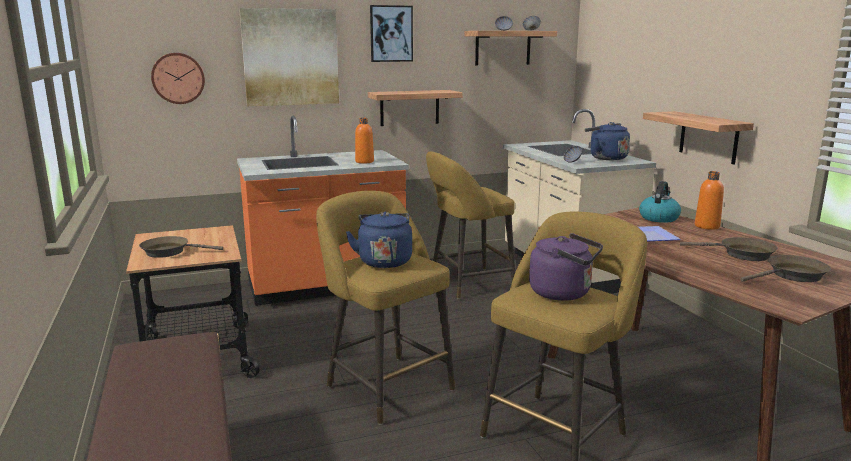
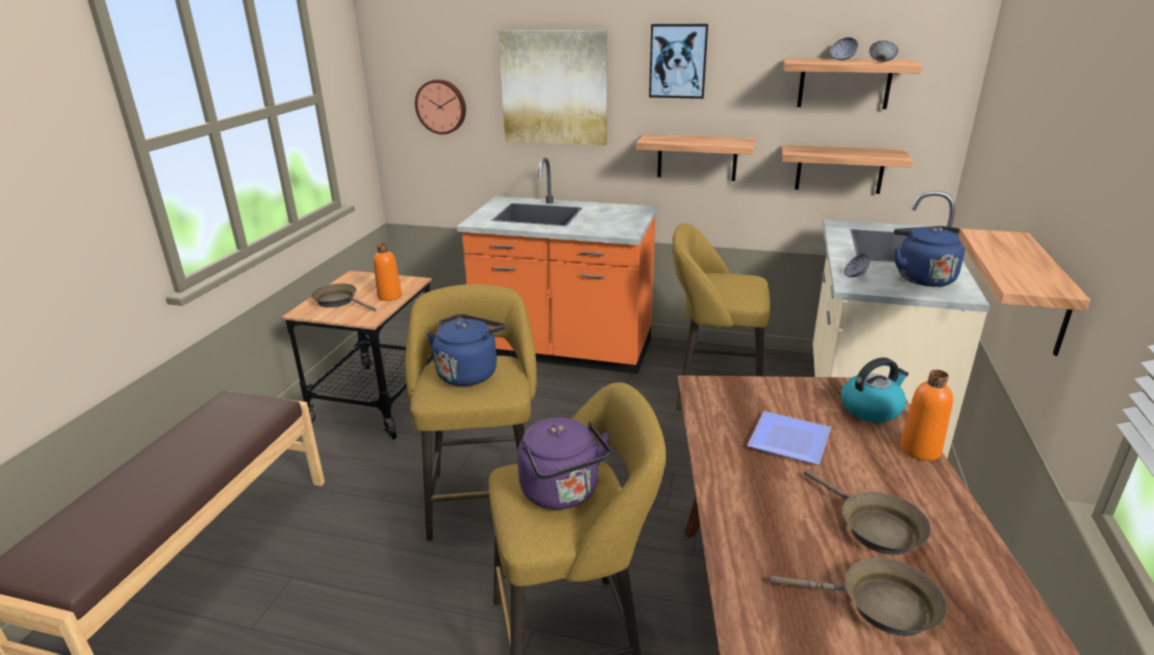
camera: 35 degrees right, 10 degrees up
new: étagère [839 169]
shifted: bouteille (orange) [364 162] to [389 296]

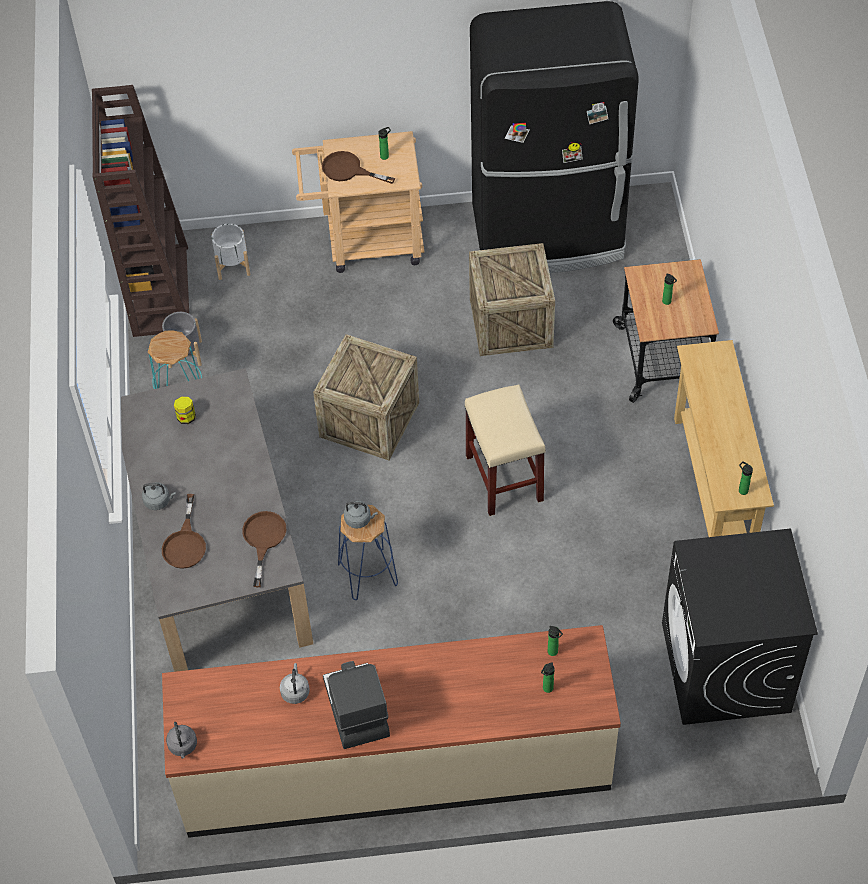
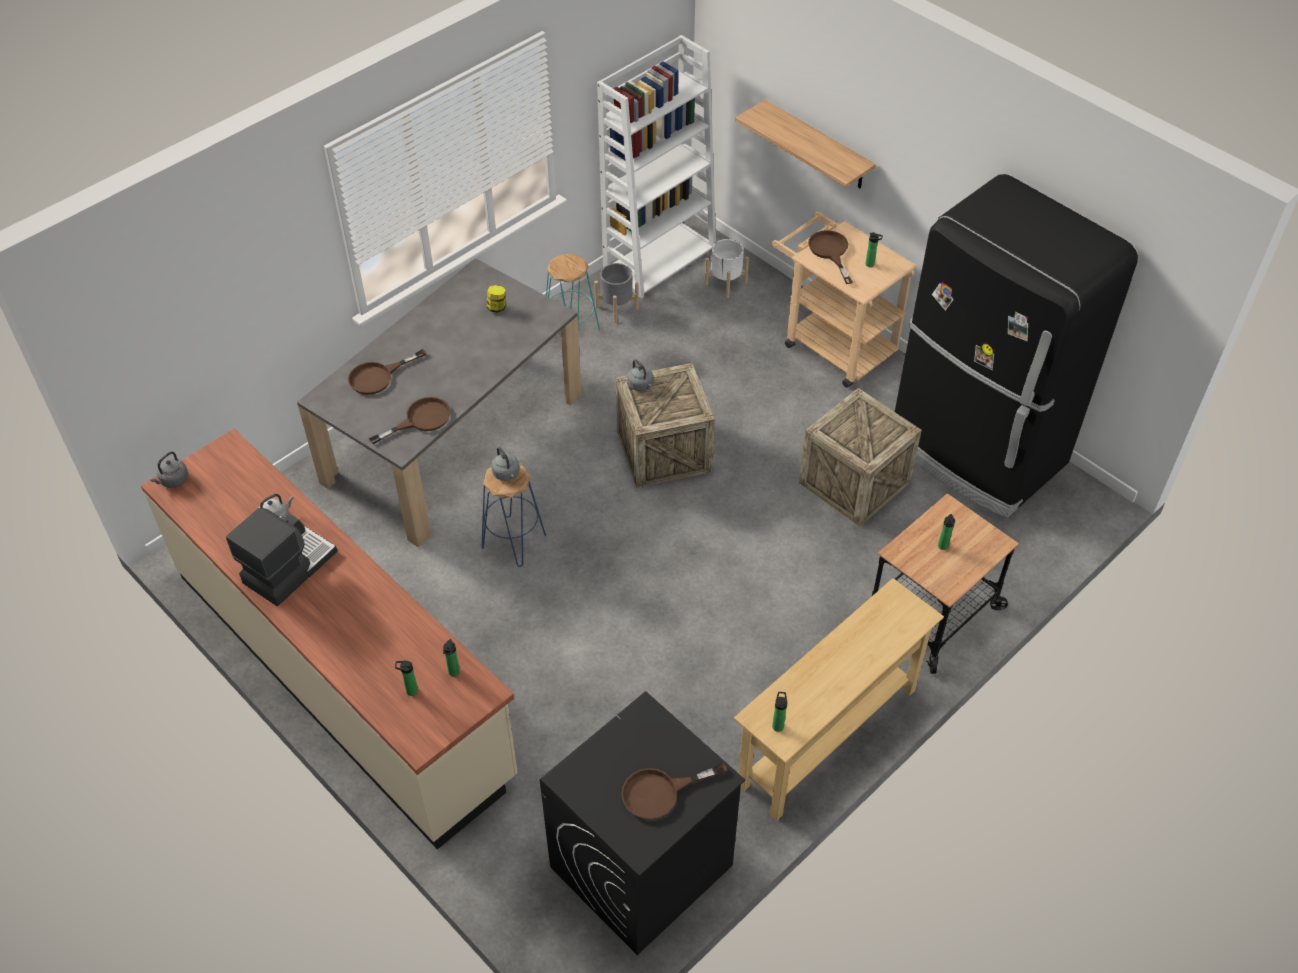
camera: 50 degrees right, 5 degrees down
gone: tabouret (beige) [505 479]
new: étagère [817 146]; poêle (marron) [660 792]
shifted: bouilloire (gris) [159 501] to [641 385]
repainted: bibliothèque (marron) [159 290] to bibliothèque (blanc) [660 259]

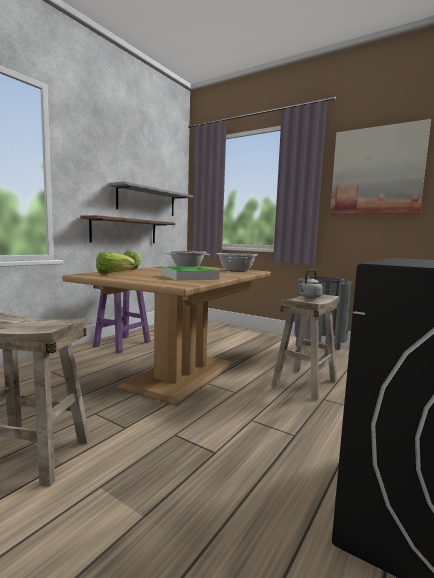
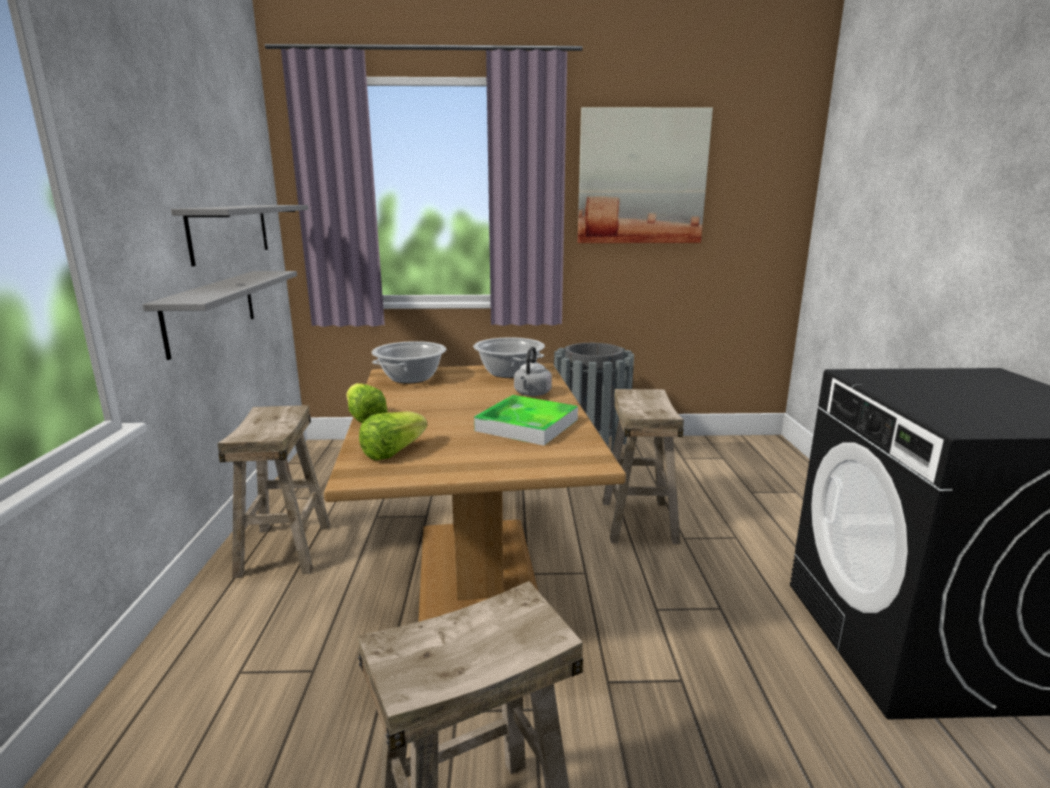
camera: 35 degrees left, 10 degrees up
shifted: bouilloire (gris) [309 297] to [532 394]
repainted: étagère (marron) [125 231] to étagère (gris) [211 310]; tabouret (violet) [122 344] to tabouret (beige) [284 548]

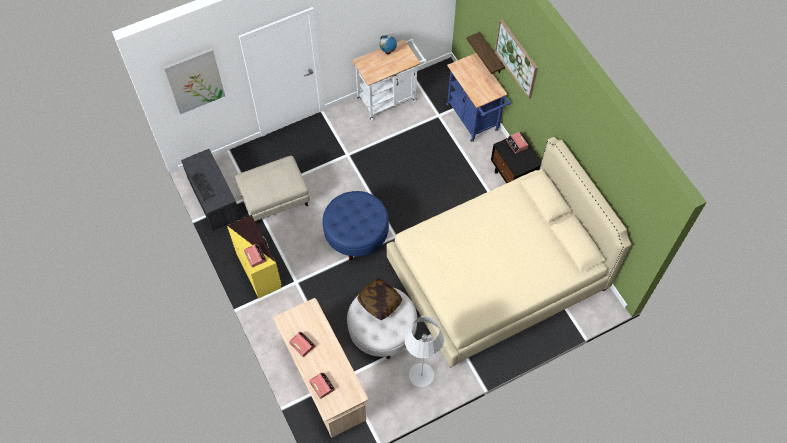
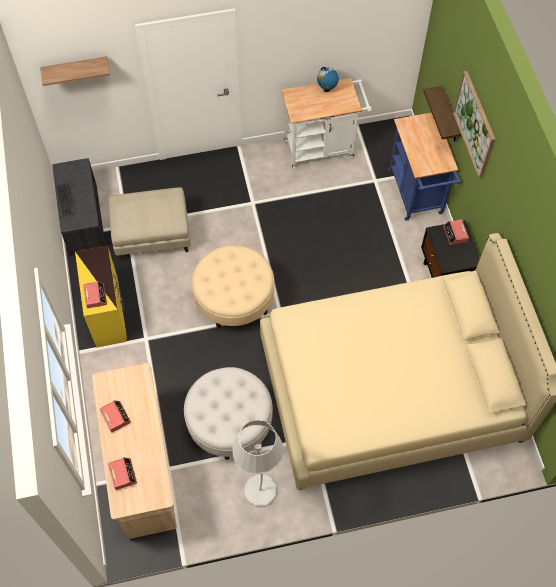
camera: 15 degrees right, 0 degrees up
gone: coussin [379 302]
swapped: tableau [195 80] to étagère [76 69]
repainted: pouf (bleu) [356 234] to pouf (beige) [234 299]

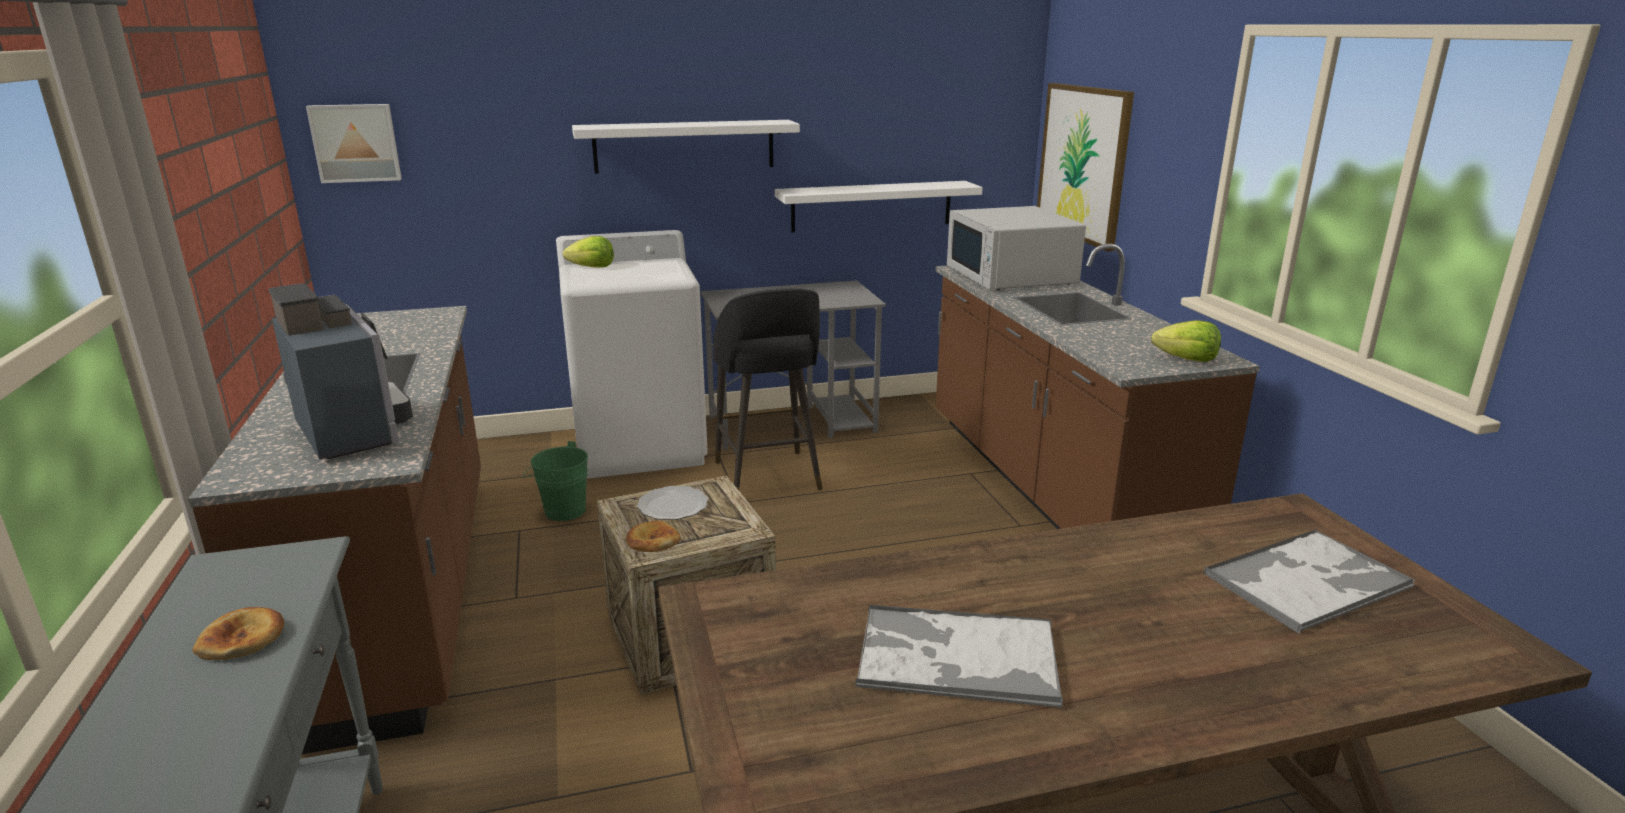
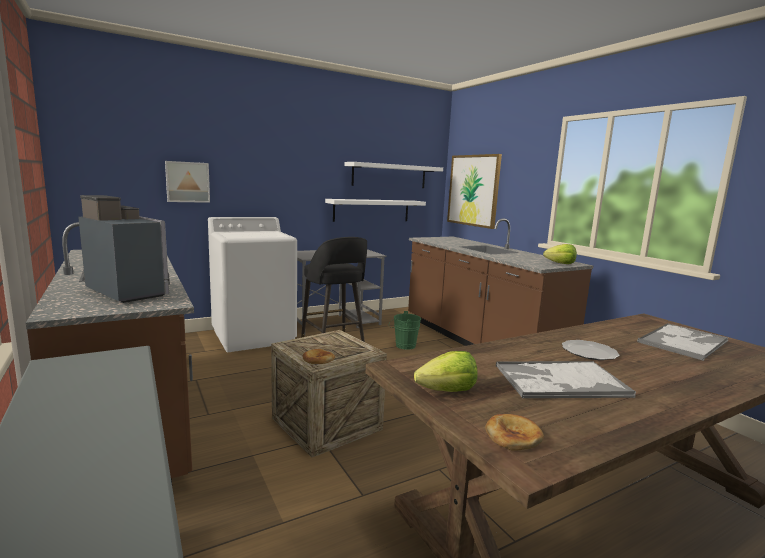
camera: 15 degrees left, 10 degrees down
gone: micro-ondes (blanc) [1010 276]
shifted: tableau [355 143] to [187 182]; étagère (blanc) [684 146] to [389 176]; laitue [592 267] to [447 391]; seau (vert) [561 510] to [403 345]; assiette [672 506] to [588 352]; pain [242 639] to [513 435]

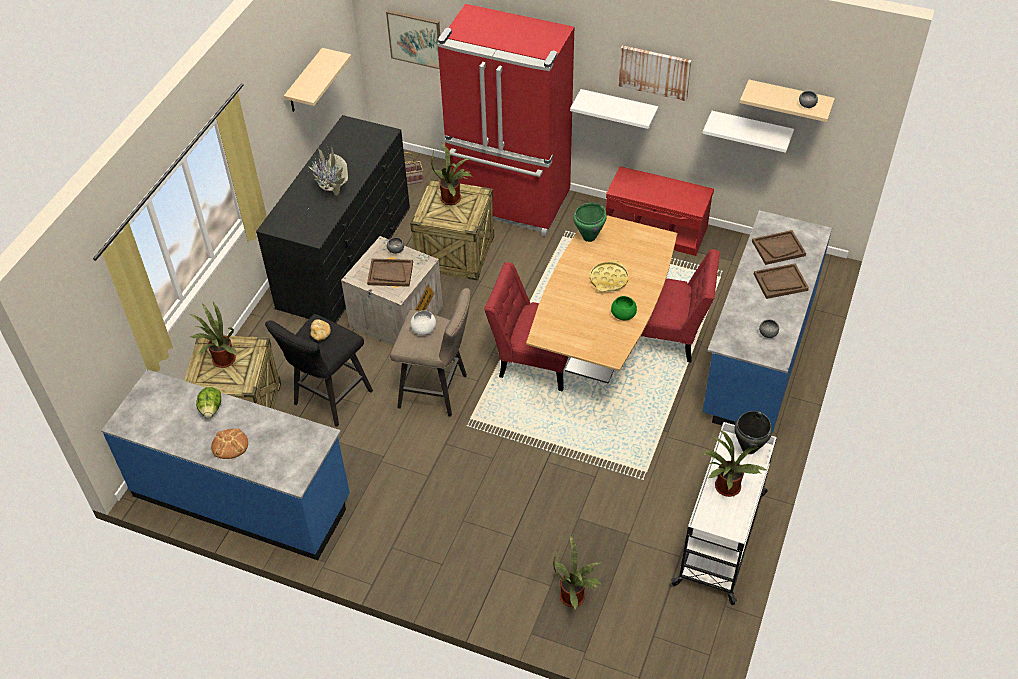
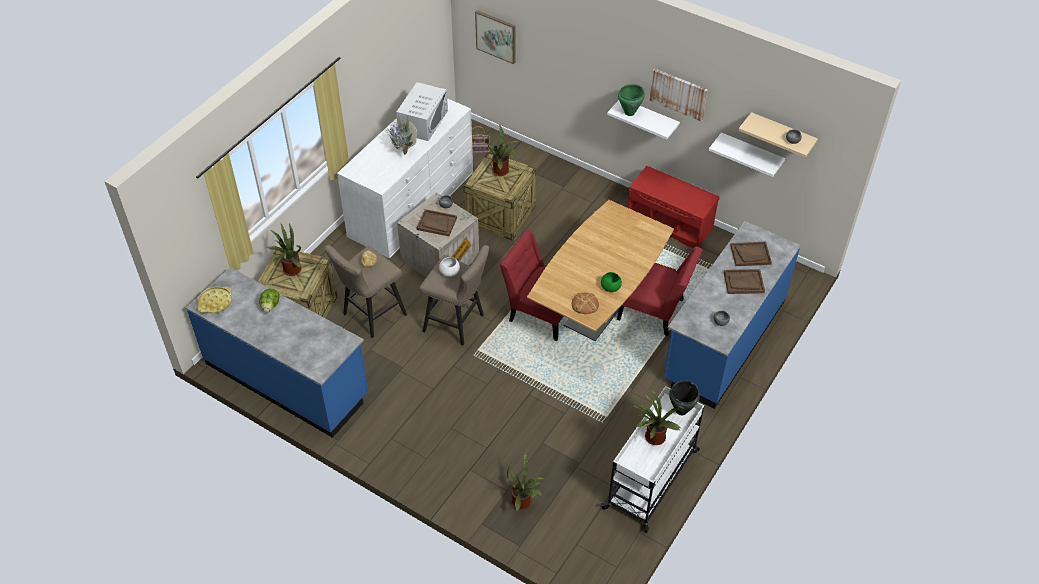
camera: 10 degrees right, 0 degrees up
gone: réfrigérateur (rouge) [509 204]; étagère (beige) [305 82]
new: micro-ondes (blanc) [423 121]
shifted: marmite (vert) [589 237] to [630 112]; plateau (jaune) [609 279] to [215 302]; pain [229 445] to [585 304]
repainted: commode (noir) [345 256] to commode (blanc) [411 204]; tabouret (noir) [328 400] to tabouret (beige) [371 316]

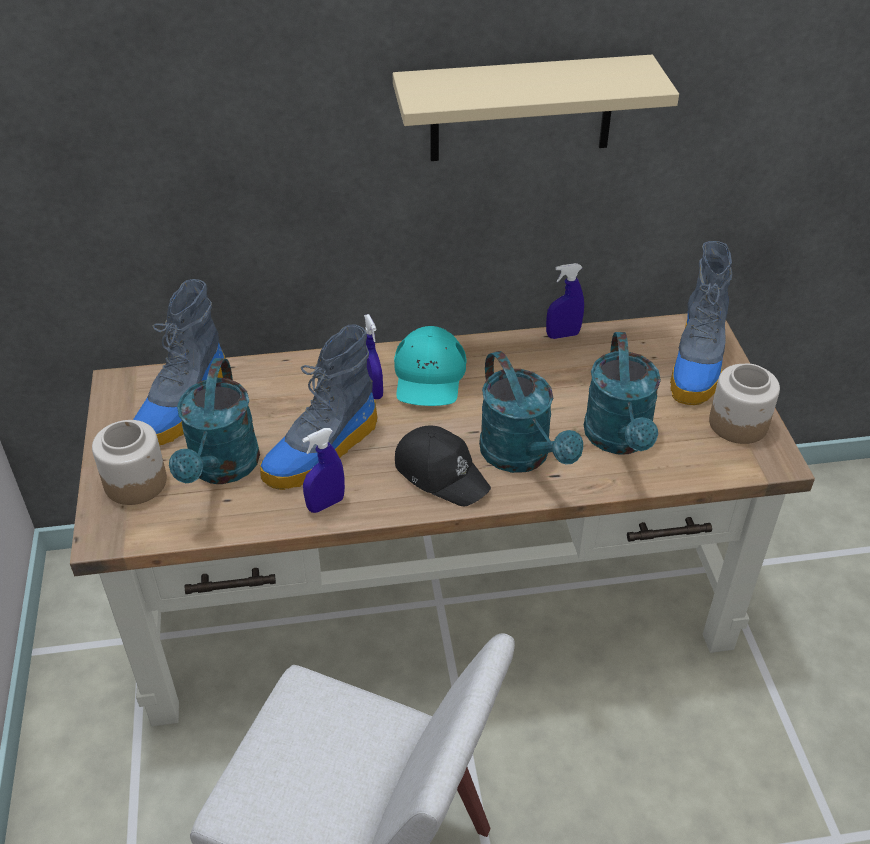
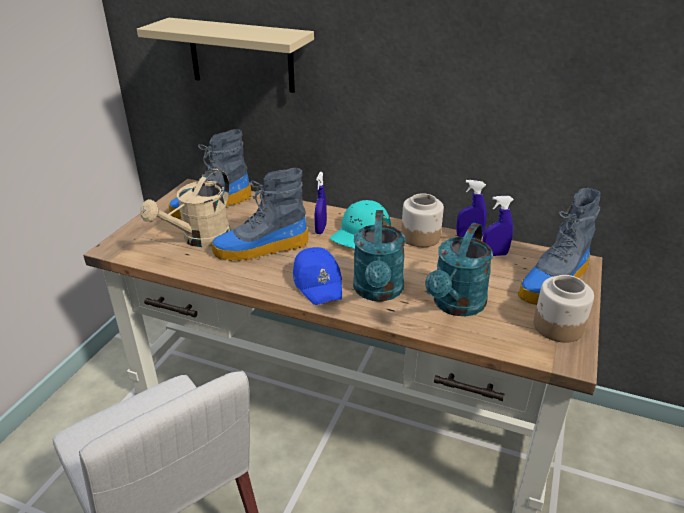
camera: 30 degrees right, 10 degrees down
shifted: étagère (beige) [521 109] to [241 55]; bocal [135 482] to [420 237]; vaporisateur (bleu) [326 504] to [494 254]
repainted: arrosoir (turquoise) [221 469] to arrosoir (beige) [200 239]; casquette (noir) [441 473] to casquette (bleu) [318 283]

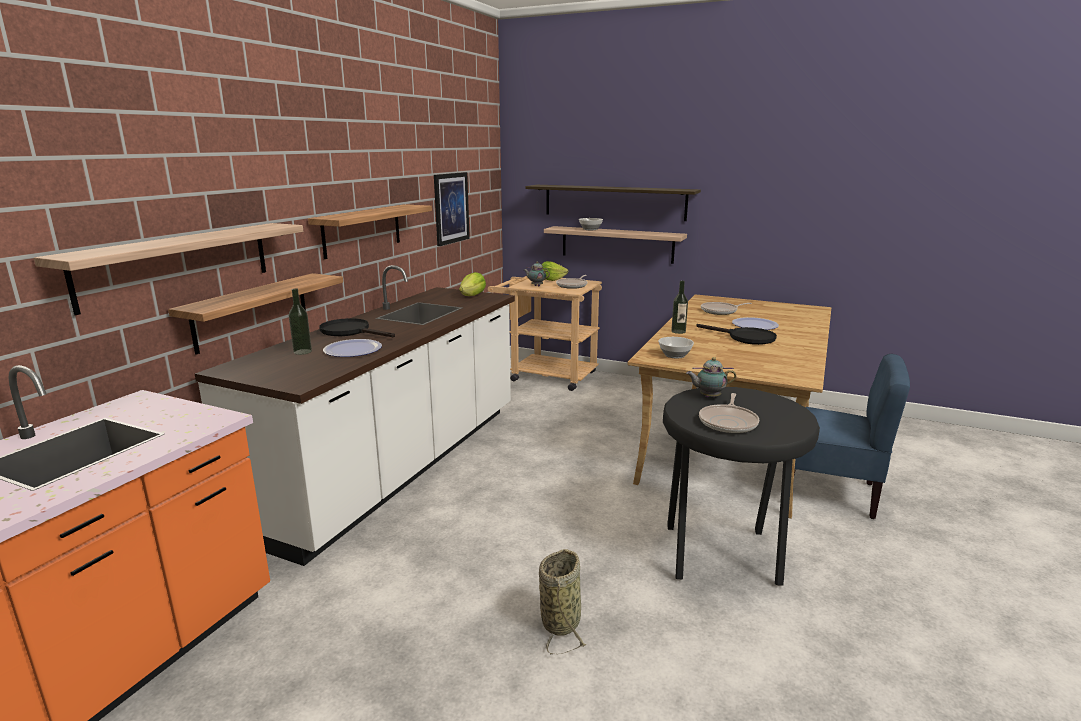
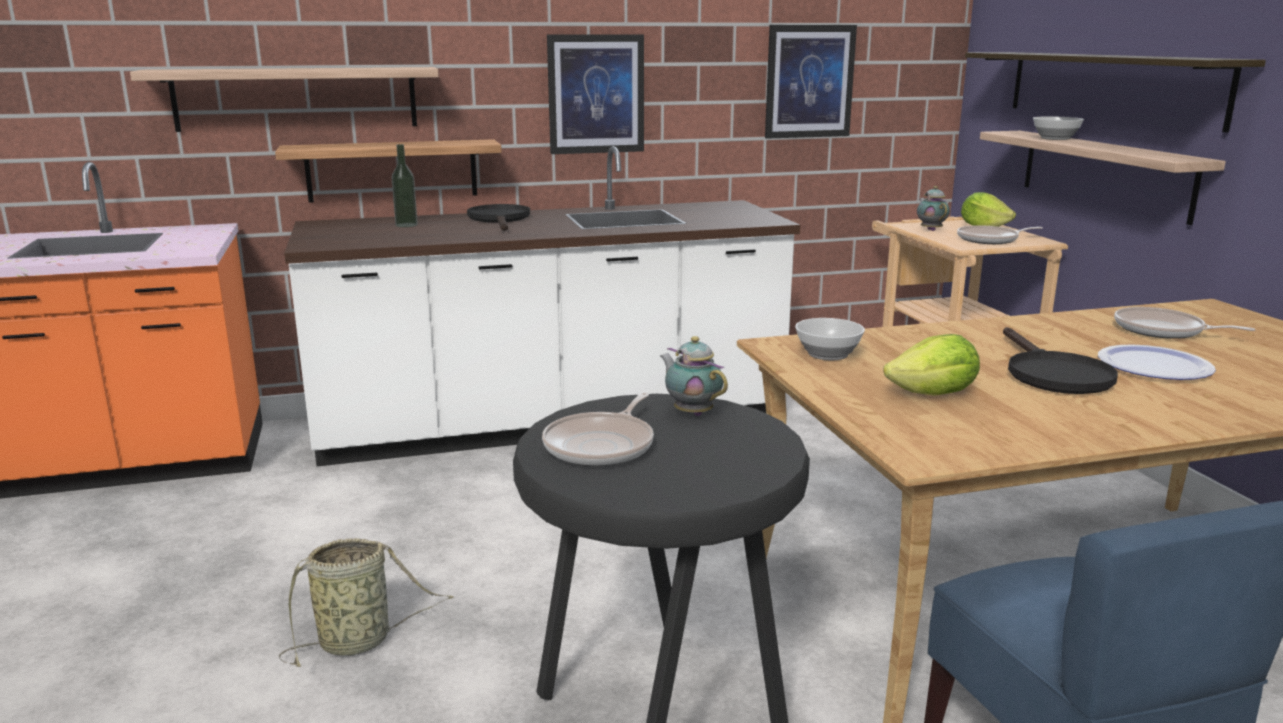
camera: 50 degrees right, 0 degrees up
gone: bouteille [678 331]; assiette [353 350]
shifted: laitue [473 296] to [933 394]
swapped: étagère [362 230] to tableau [596 94]
rotated: poêle [728 422] = [602 445] 45 degrees counterclockwise

